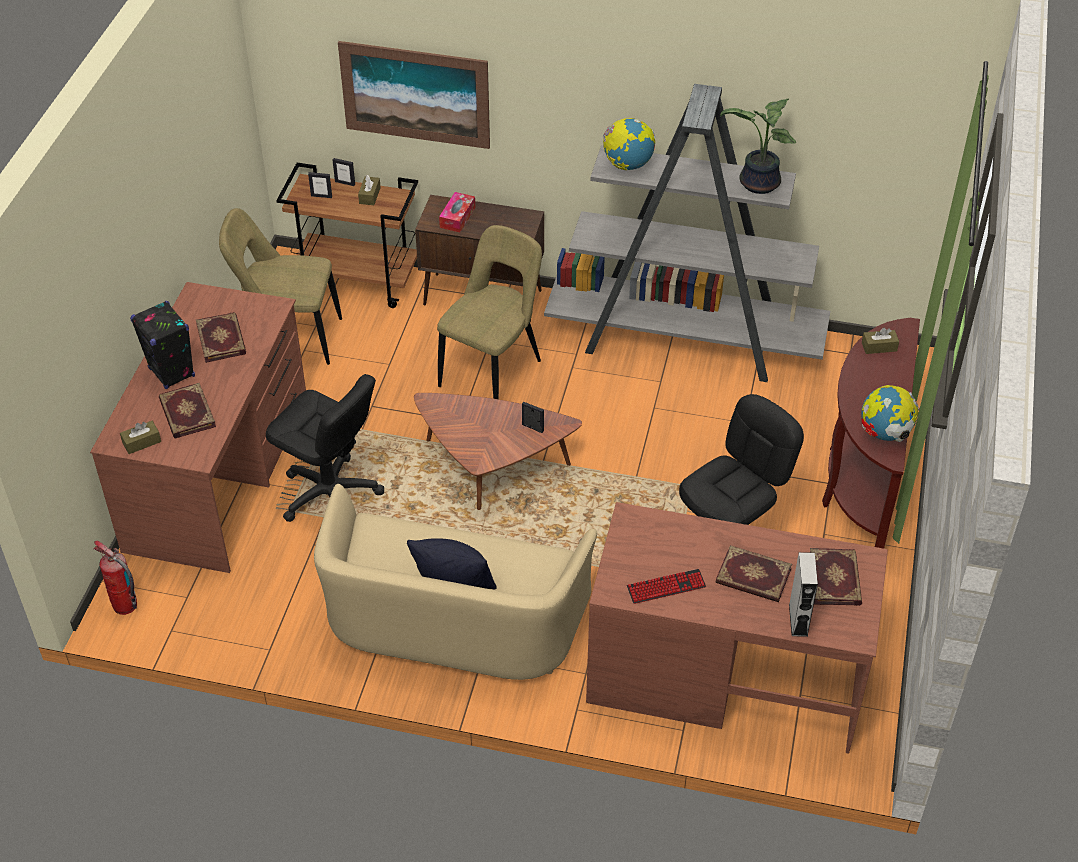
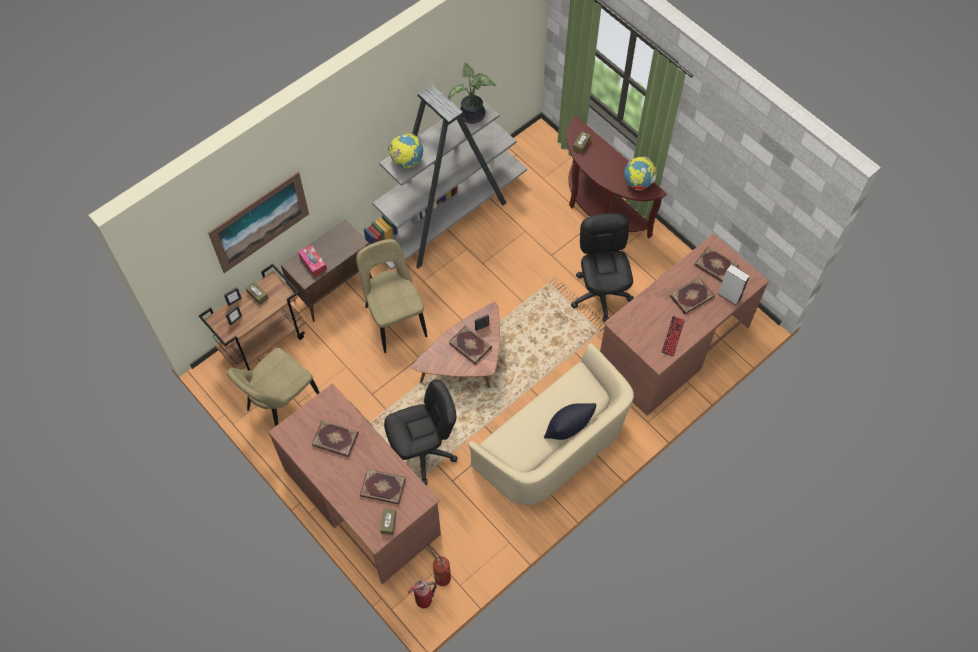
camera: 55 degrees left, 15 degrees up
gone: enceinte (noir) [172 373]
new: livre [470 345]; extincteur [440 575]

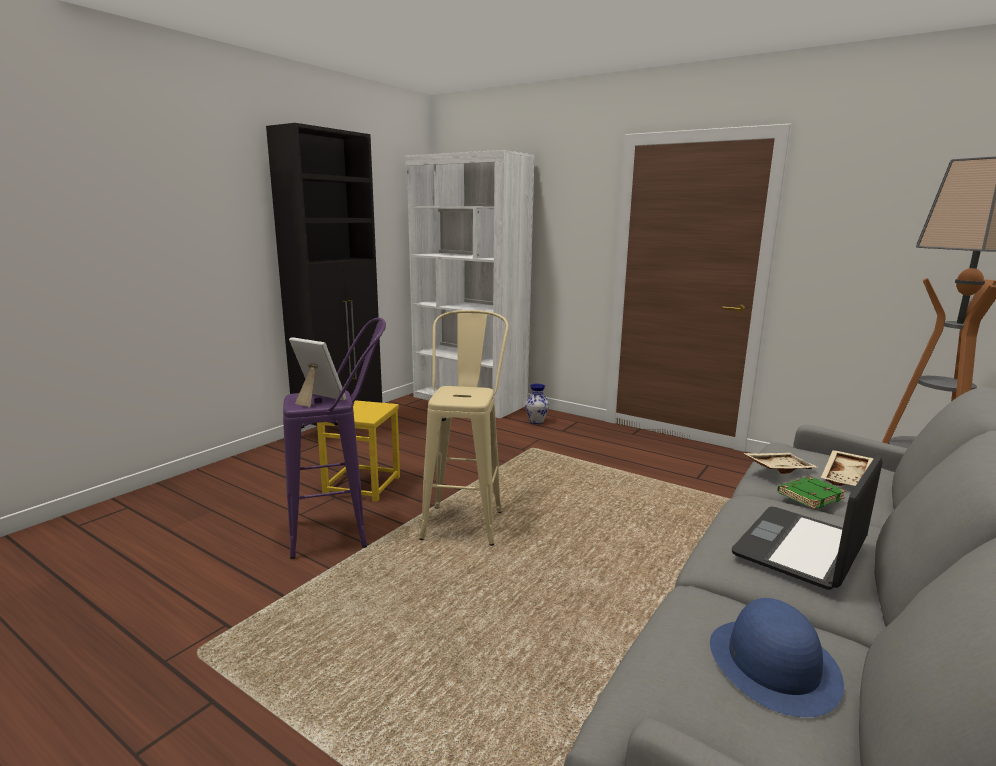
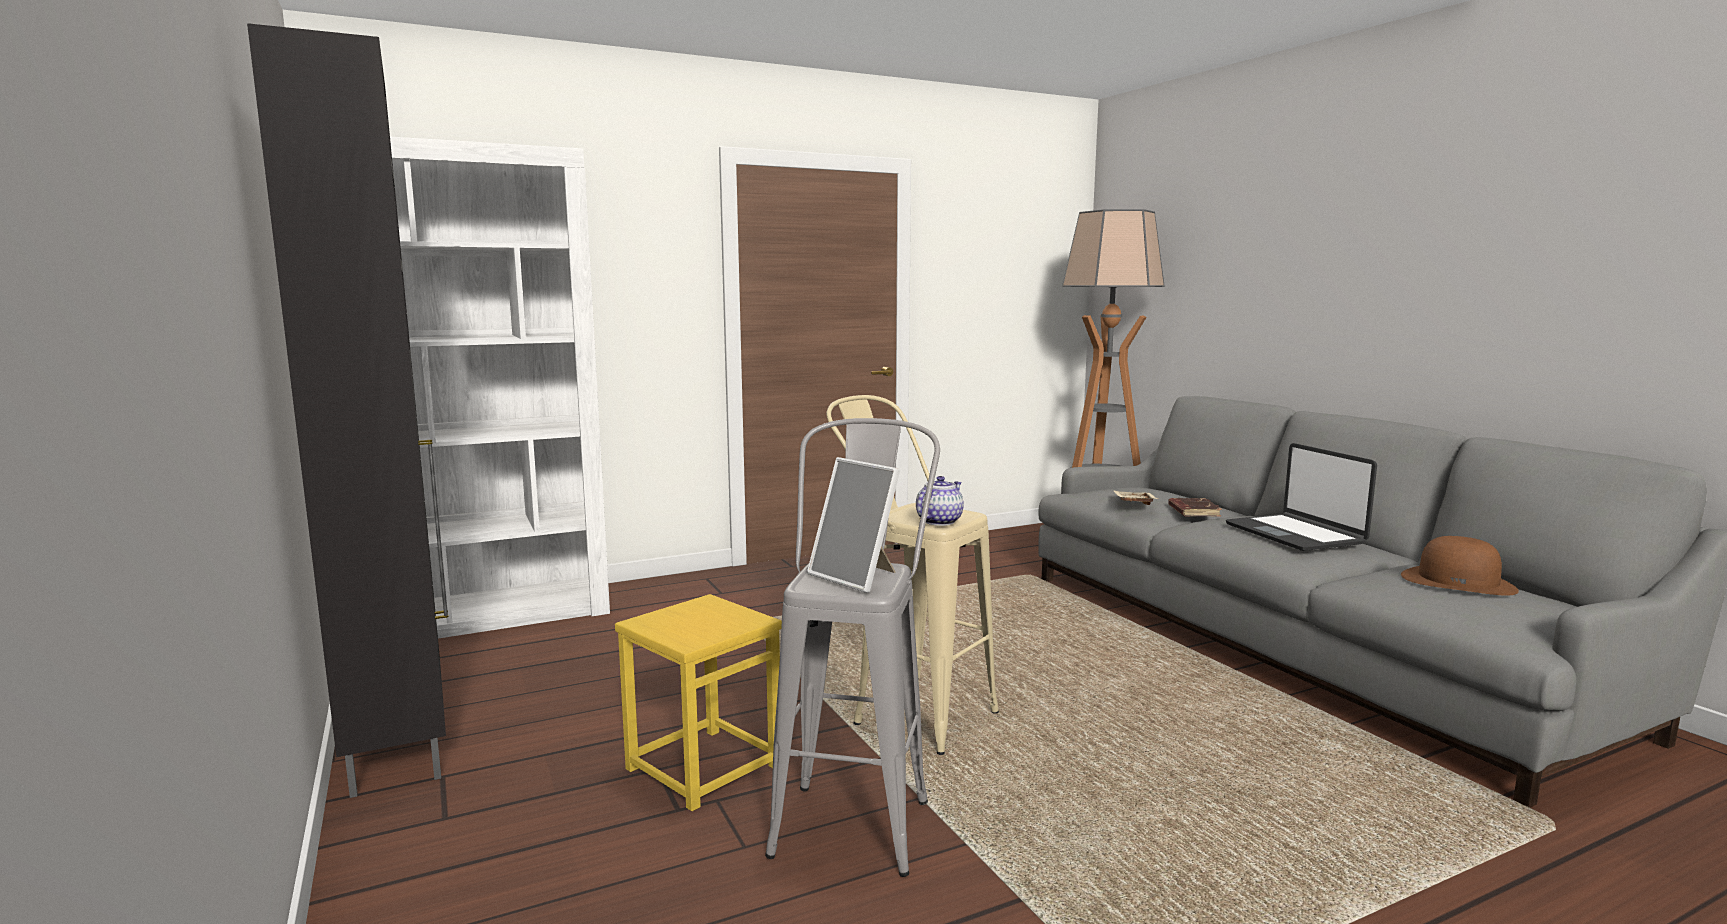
camera: 60 degrees left, 5 degrees down
gone: vase [536 422]; plateau (beige) [848 477]
new: théière [939 521]
repainted: tabouret (violet) [343 532] to tabouret (gris) [856 813]; livre (vert) [809 496] to livre (marron) [1192 511]; chapeau (bleu) [773 664] to chapeau (marron) [1458 582]
rotated: cadre photo [317 400] = [857 577] 105 degrees counterclockwise

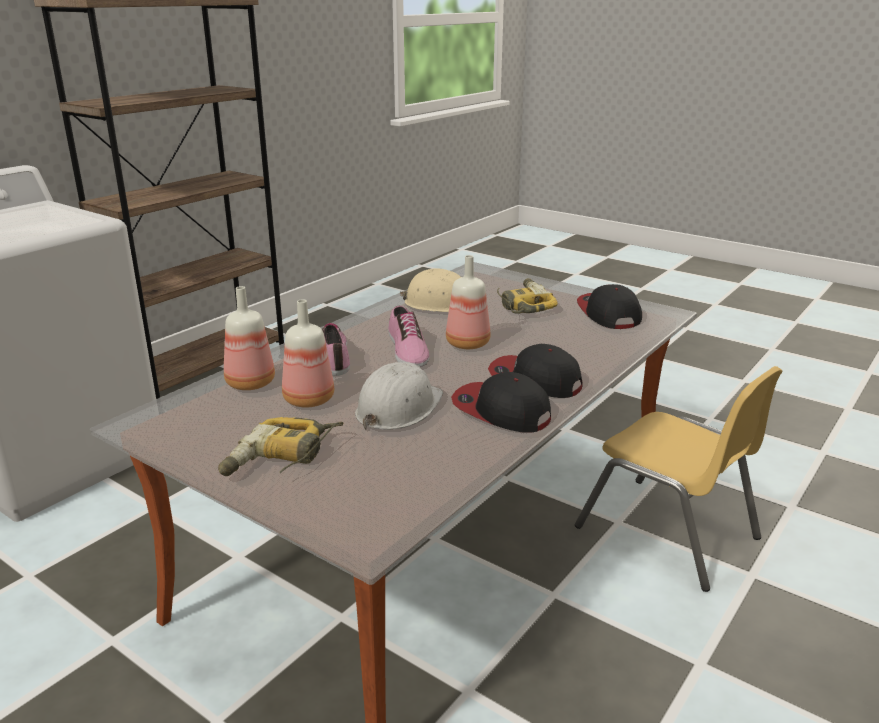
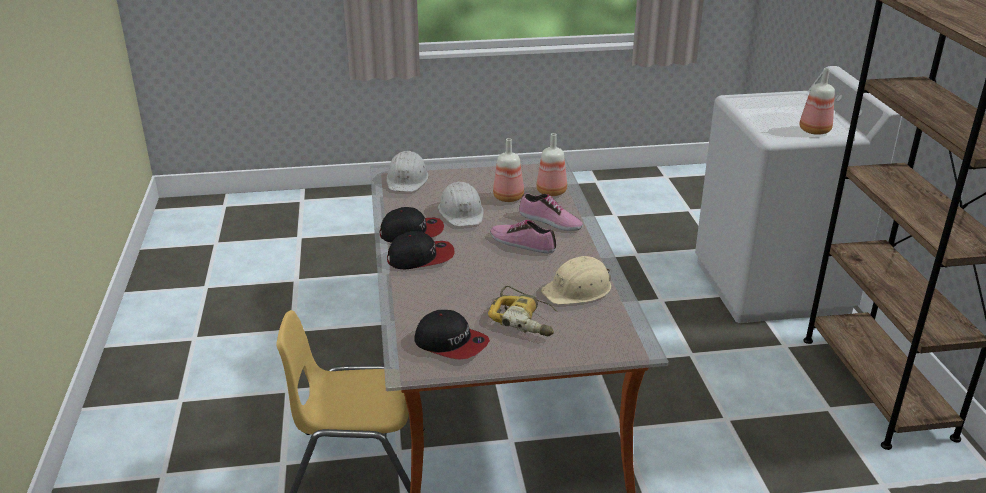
camera: 135 degrees right, 5 degrees up
gone: perceuse [282 459]
new: casque de chantier (blanc) [407 179]
shifted: bouteille [469 344] to [813 131]

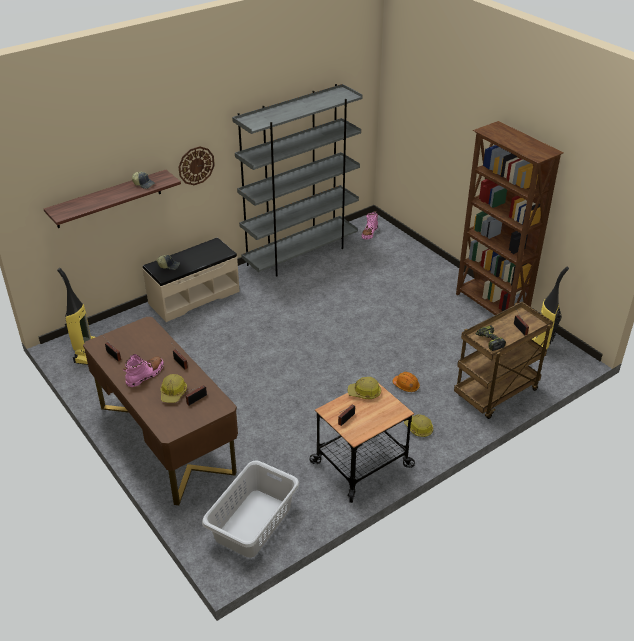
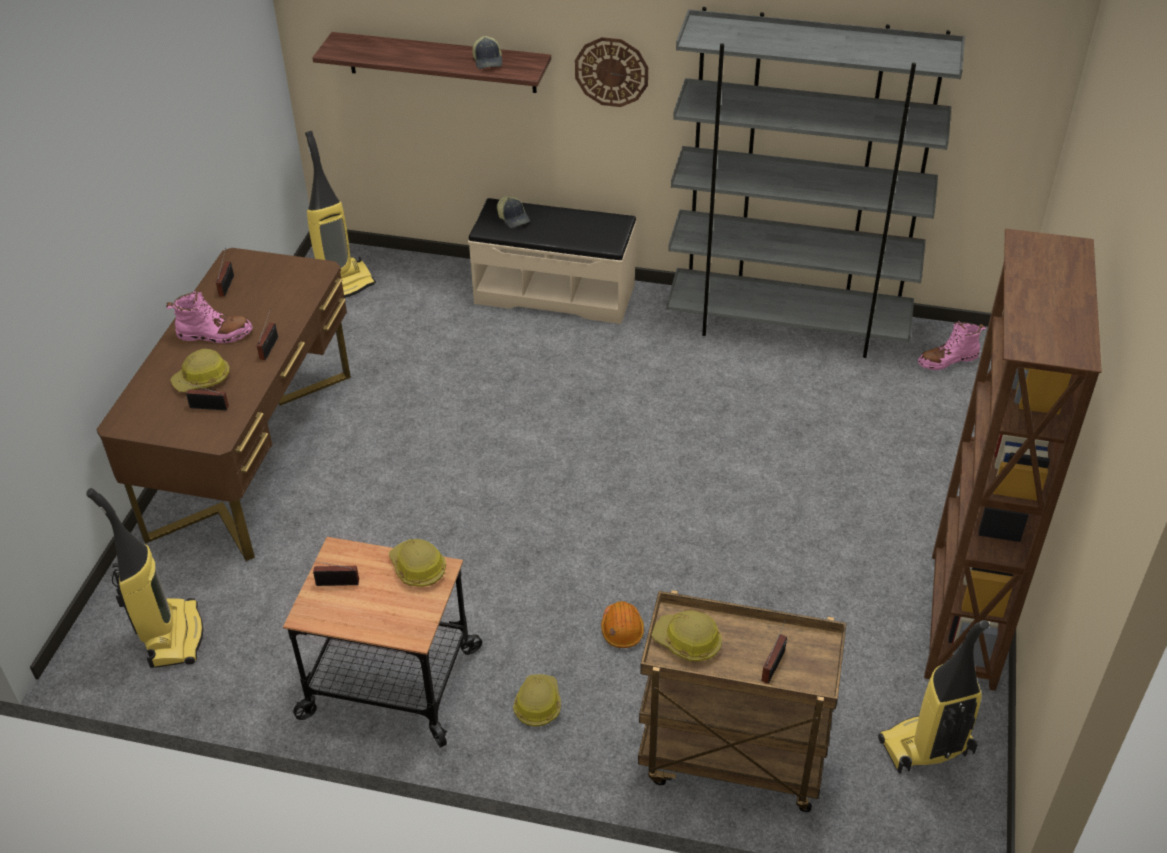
camera: 50 degrees right, 5 degrees up
swapped: perceuse [489 341] to casque de chantier [687 642]; panier à linge (gris) [252 523] to aspirateur [172 635]

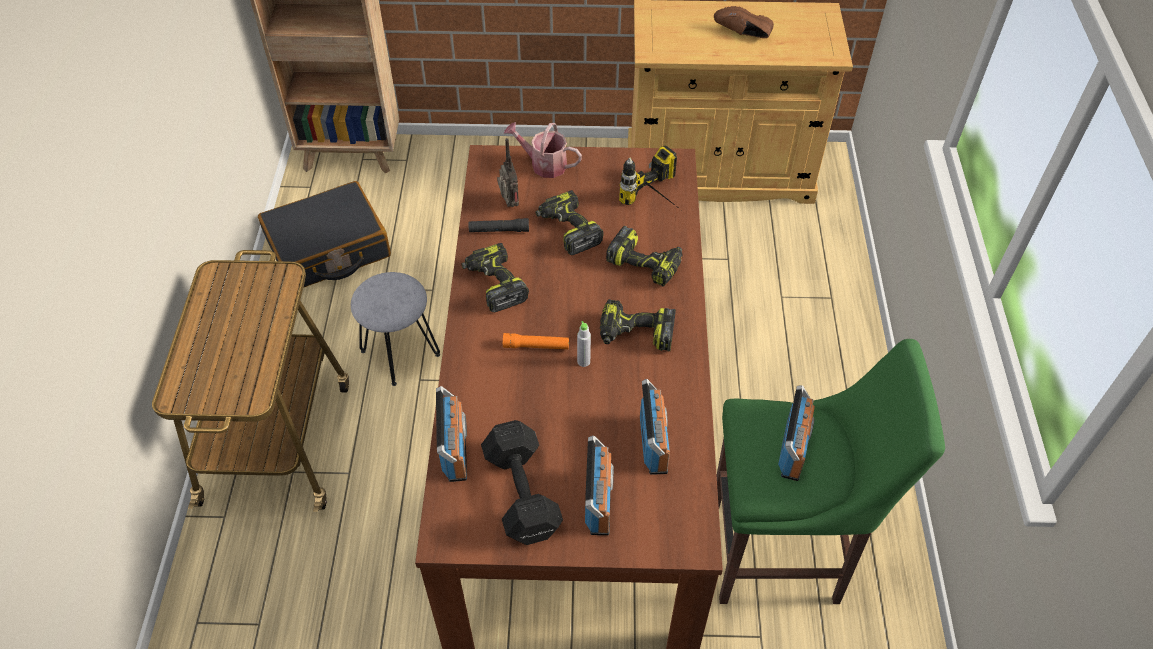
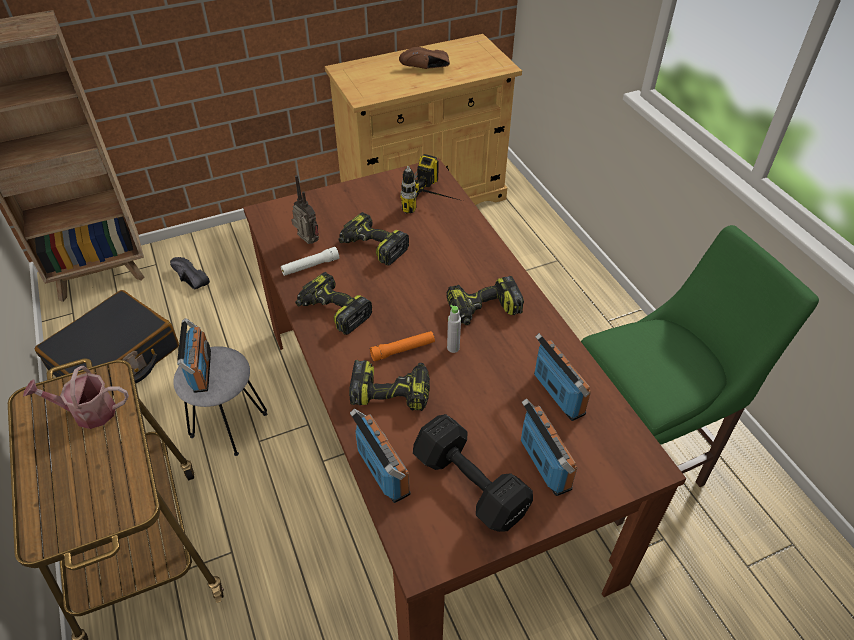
camera: 25 degrees left, 5 degrees down
new: chaussure (noir) [188 281]
shifted: arrosoir [544 164] to [88 412]; perceuse [646 263] to [391 391]; radio [793 450] to [201 371]
repainted: lampe de poche (noir) [499 230] to lampe de poche (blanc) [310 266]

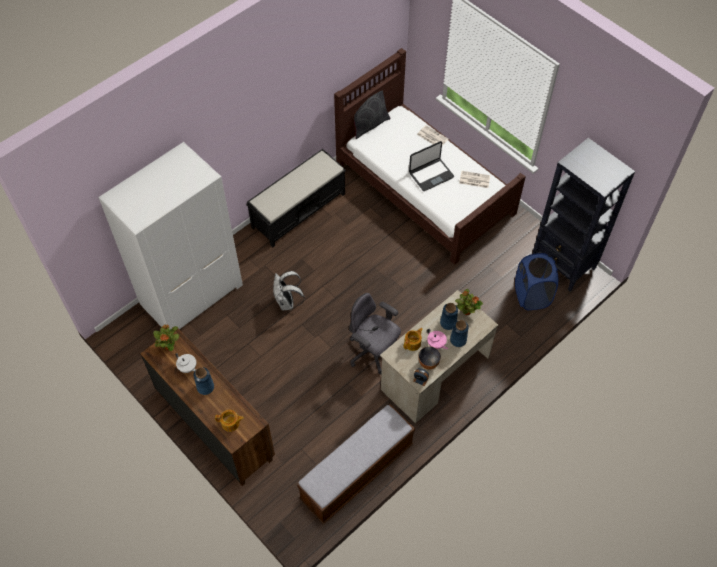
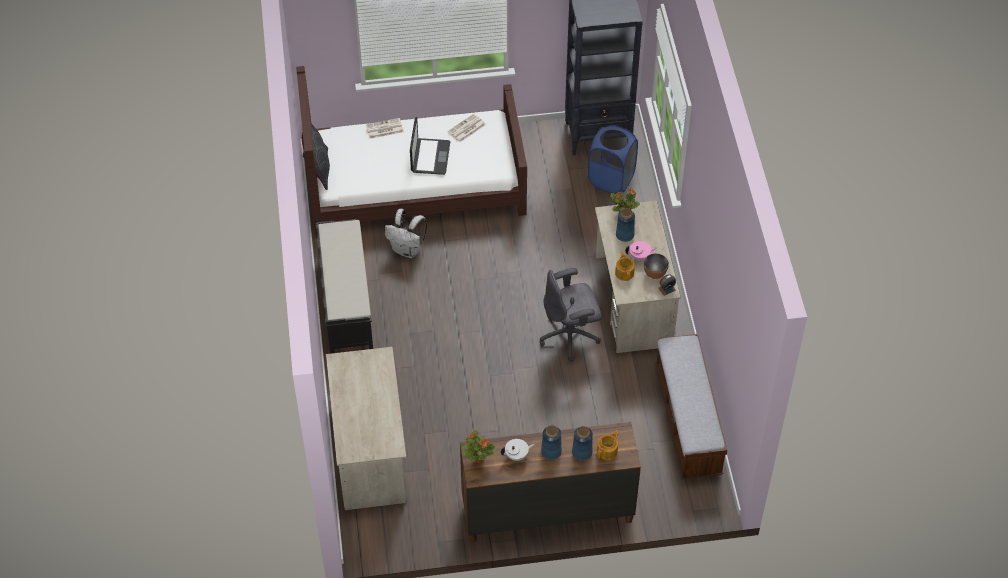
camera: 55 degrees left, 5 degrees down
shifted: sac à dos (blanc) [287 302] to [407 250]; vase (bleu) [458 340] to [581 452]
swapped: armoire (blanc) [191 293] to bureau (beige) [369 451]

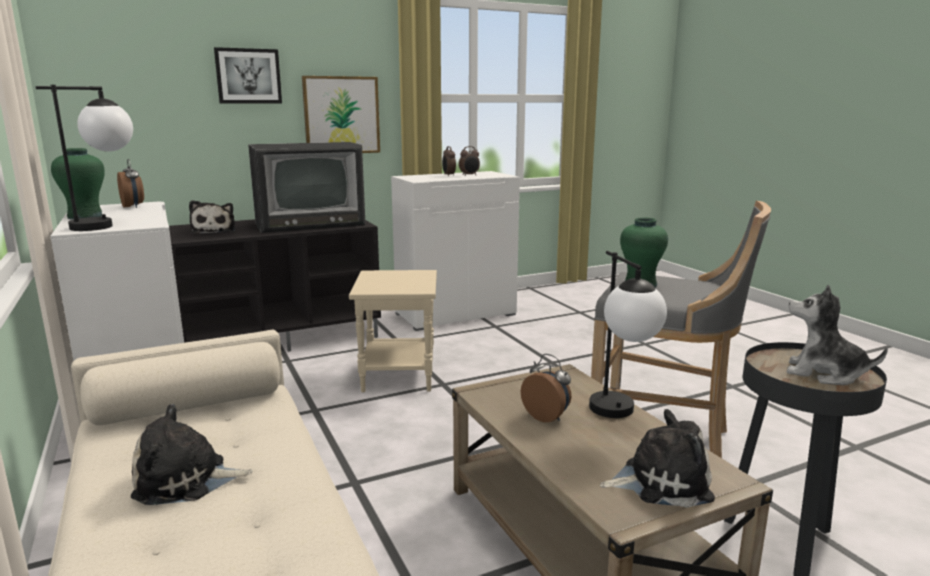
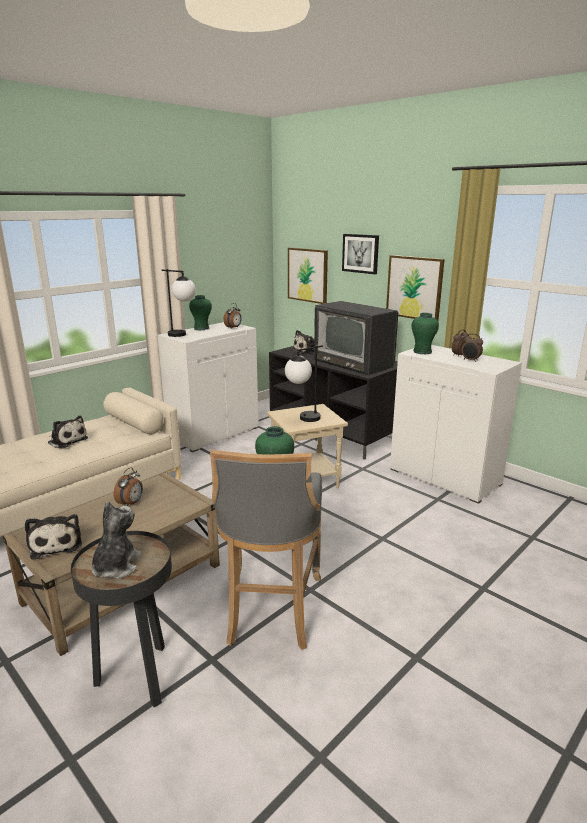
camera: 70 degrees right, 5 degrees up
new: tableau [308 275]; vase (vert) [422 352]
shifted: lampe de table [620 416] to [303 420]
rotated: peluche [186 480] = [67 440] 150 degrees clockwise

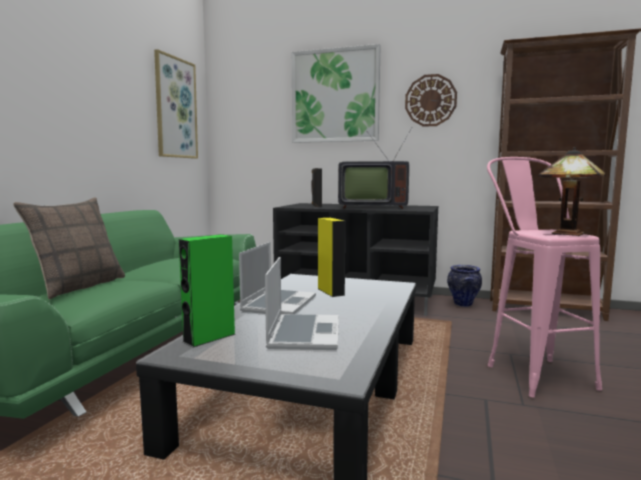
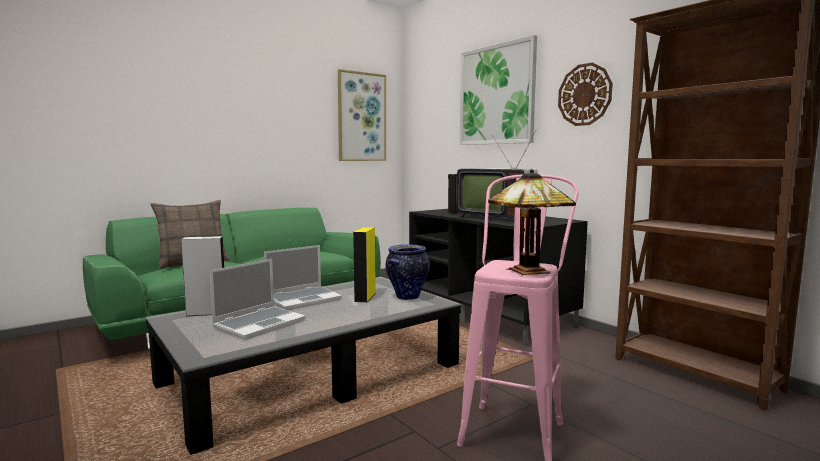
camera: 35 degrees right, 0 degrees up
shifted: vase [463 304] to [407 297]
repainted: enceinte (vert) [209 338] to enceinte (gris) [206 313]

